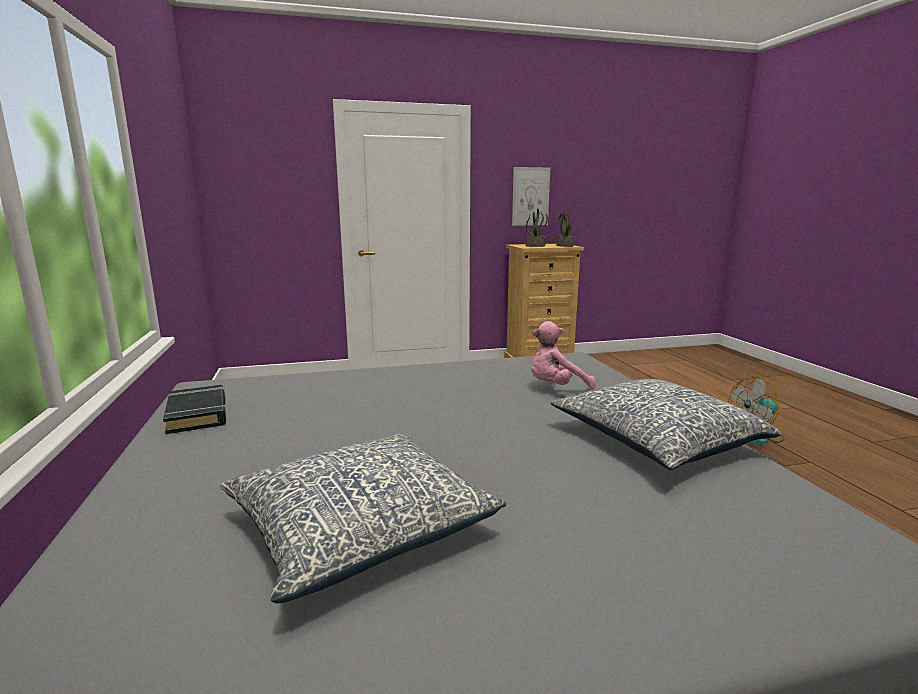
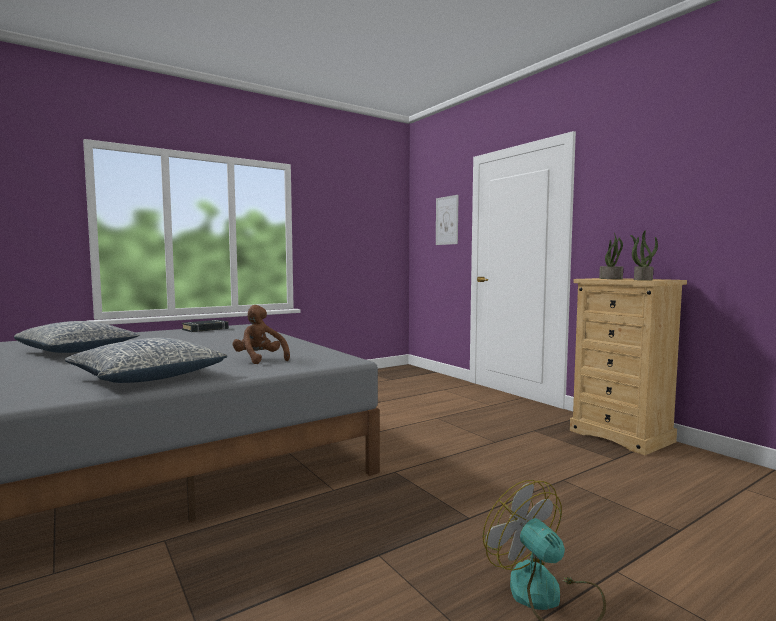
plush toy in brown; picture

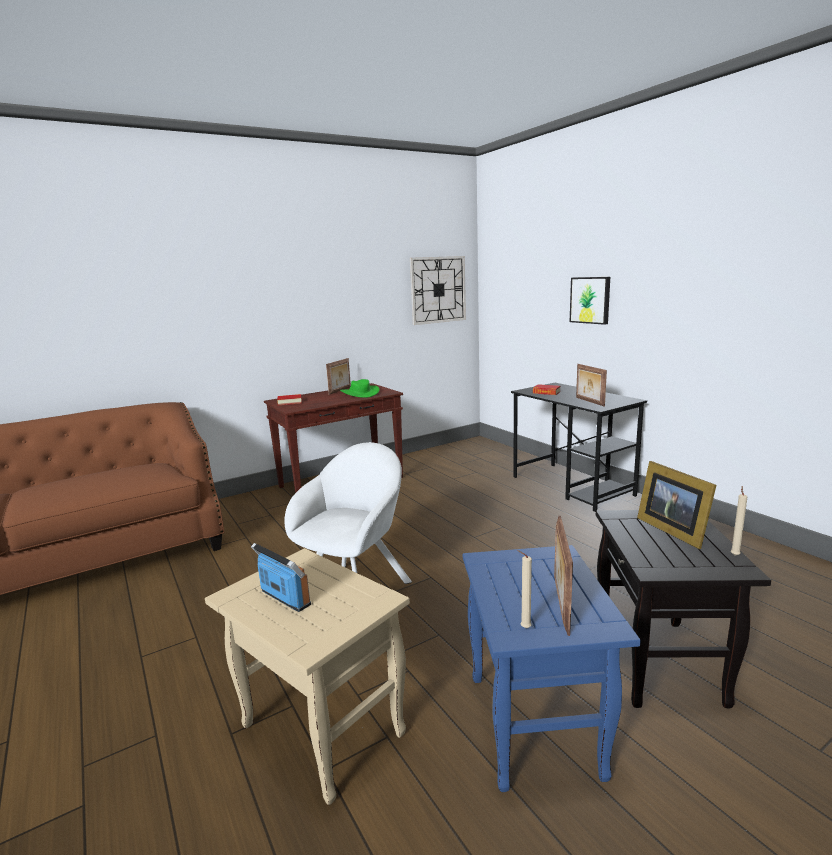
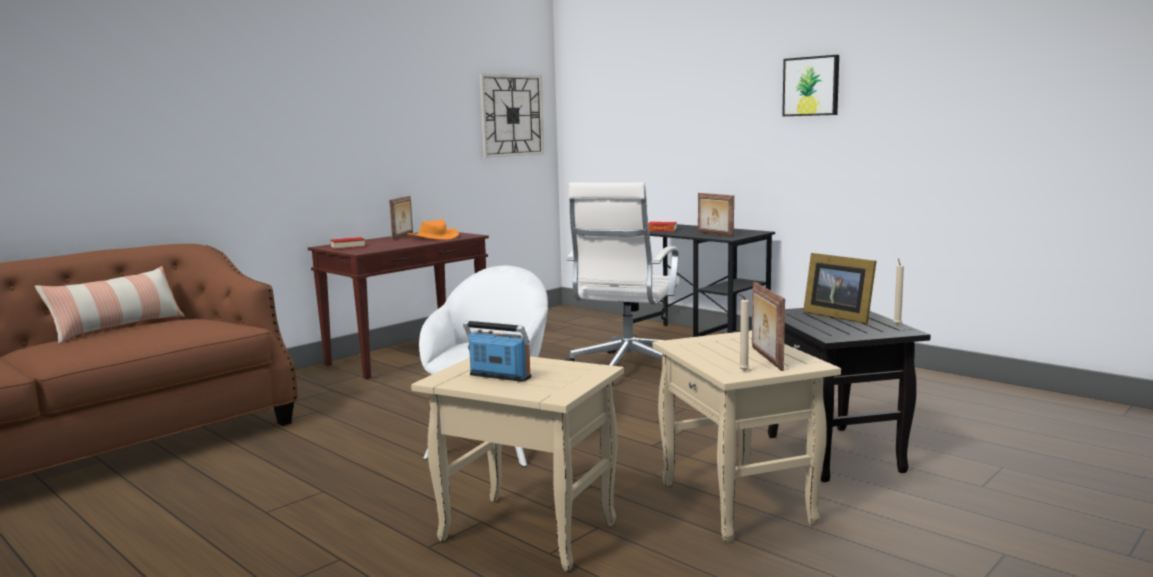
pillow; hat in orange; office chair in white; side table in beige (no. 2 from left); picture

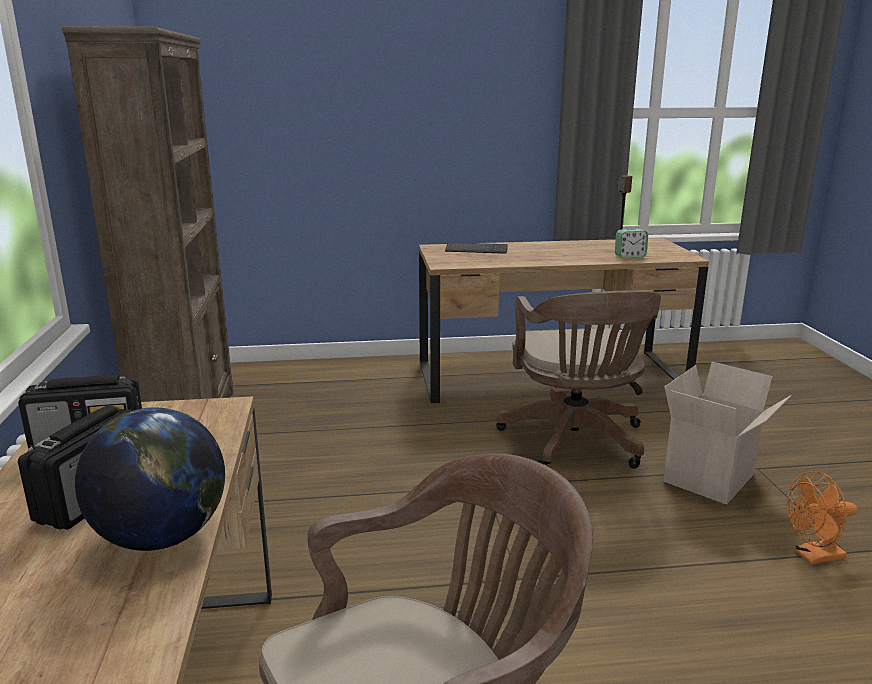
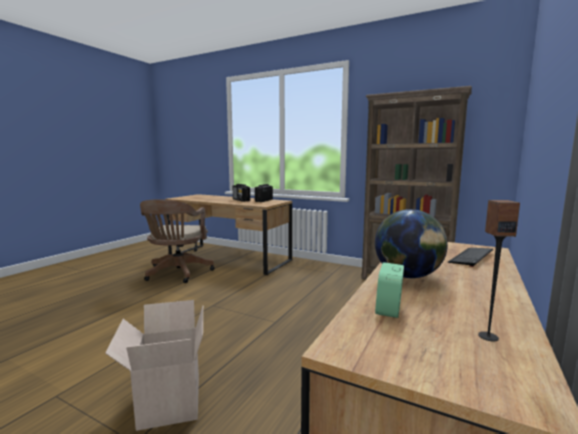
globe; office chair in brown (no. 2 from left in the first image); fan in orange

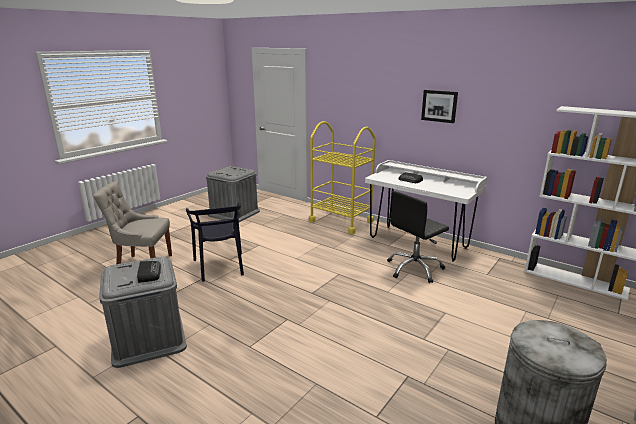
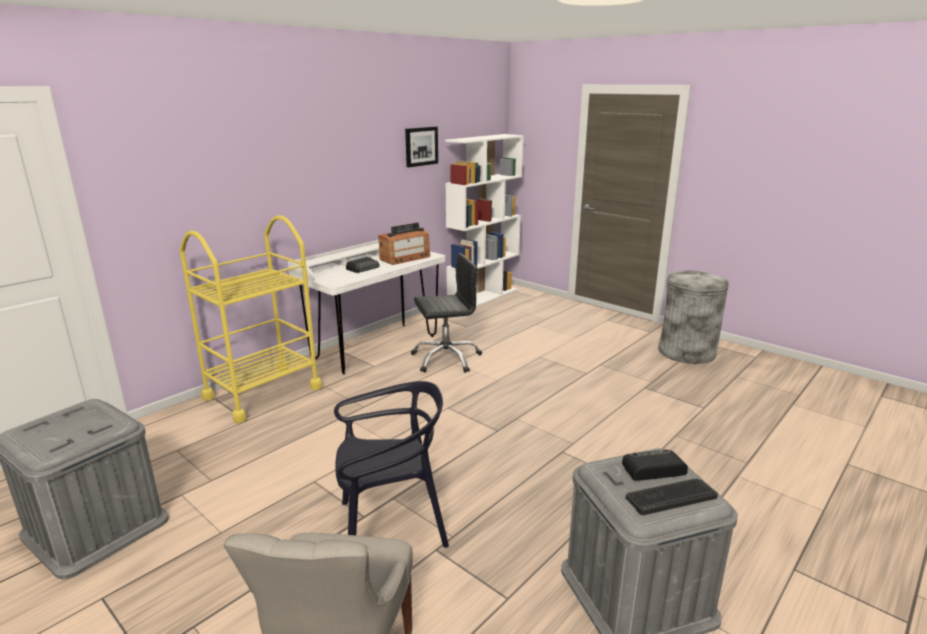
radio (no. 2 from left); picture; office chair in black; keyboard

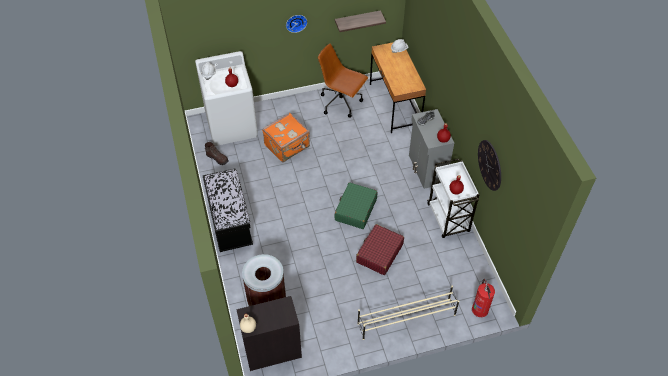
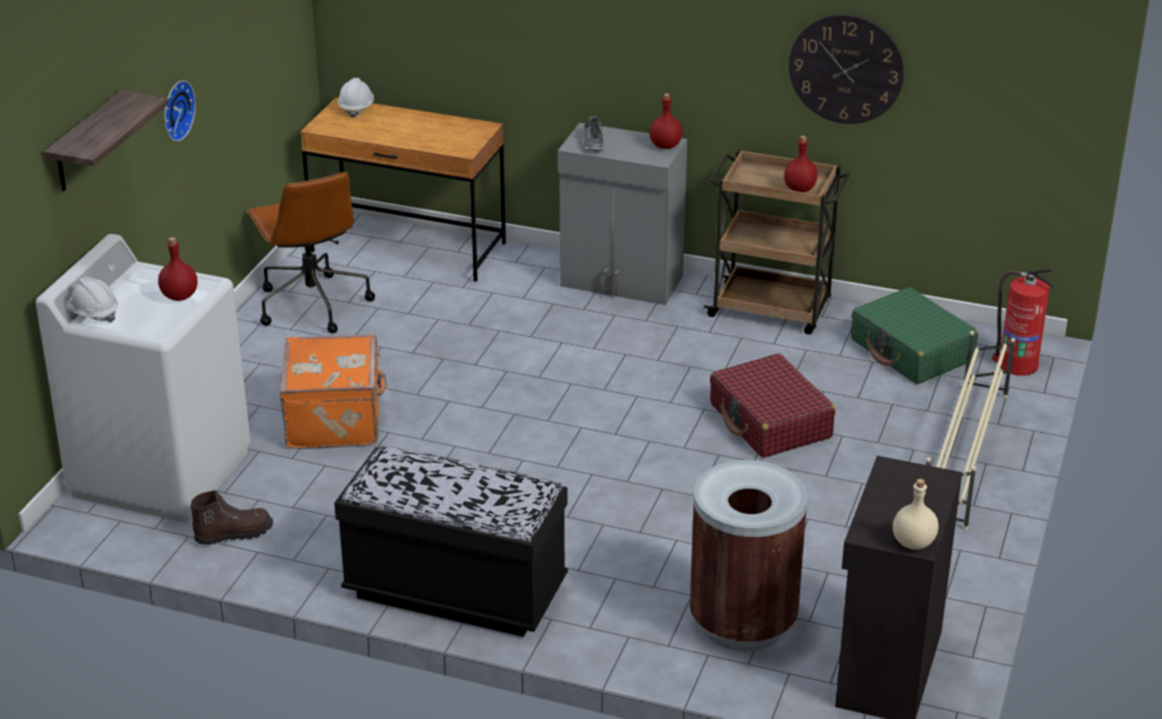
shelf; office chair in brown; cart in brown; suitcase in green

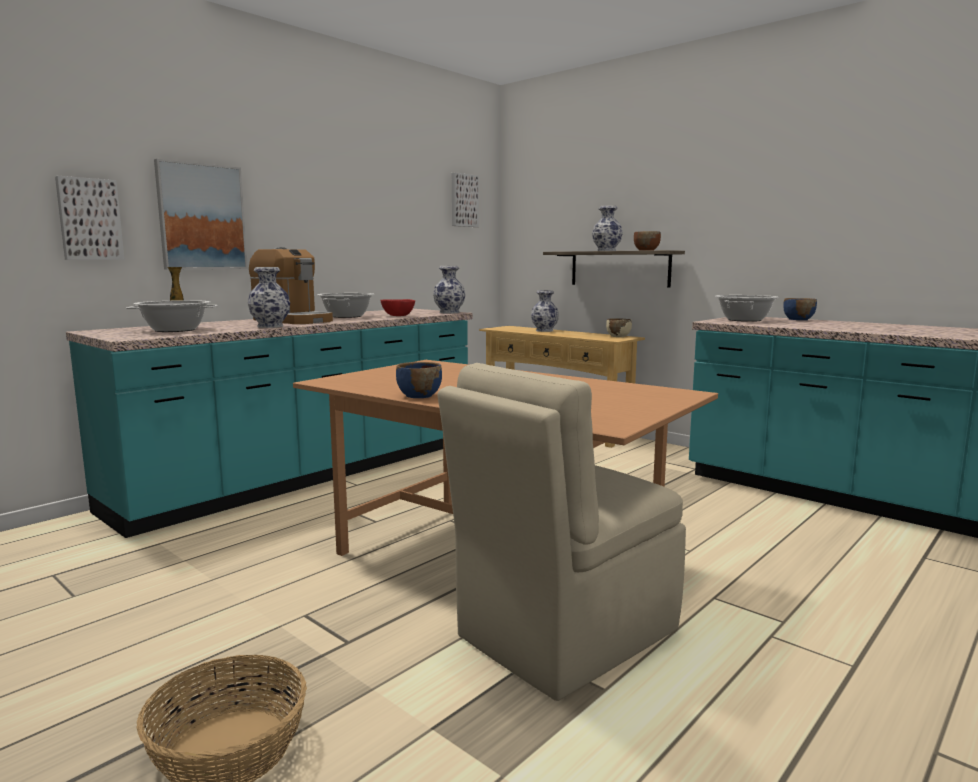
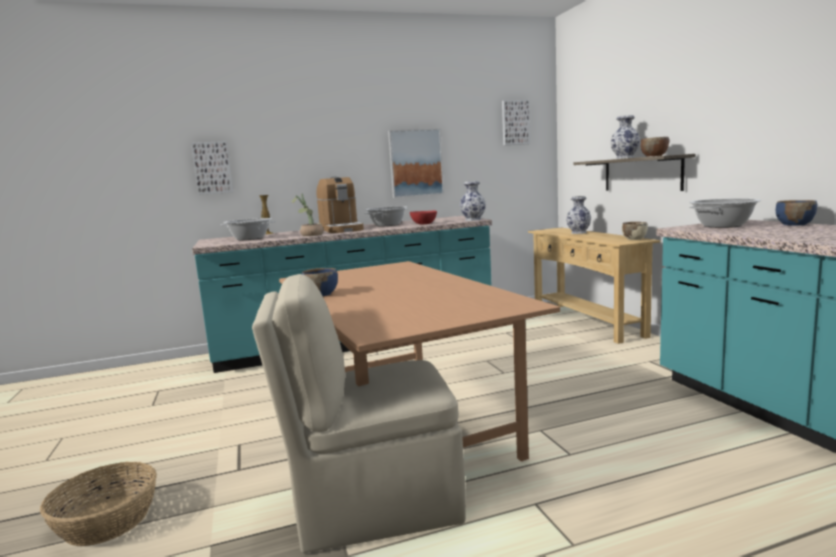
potted plant; picture (no. 2 from left)

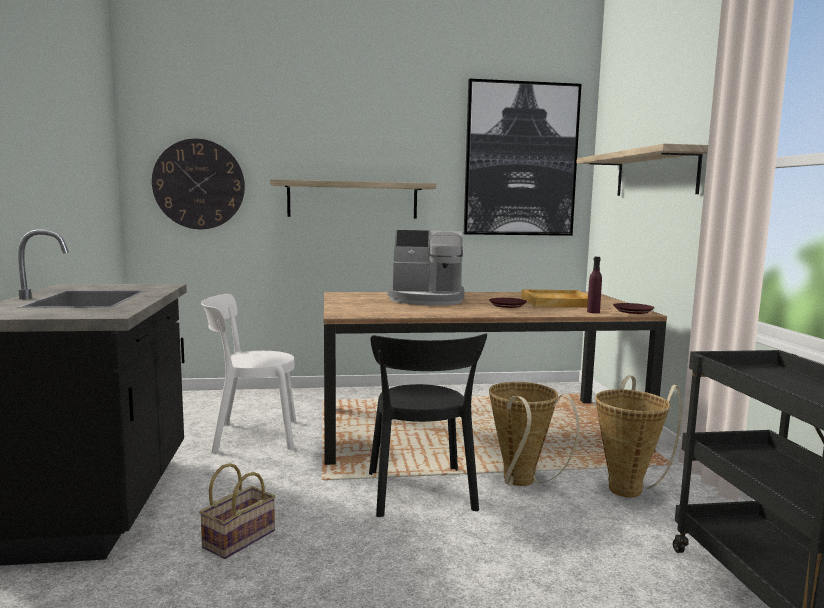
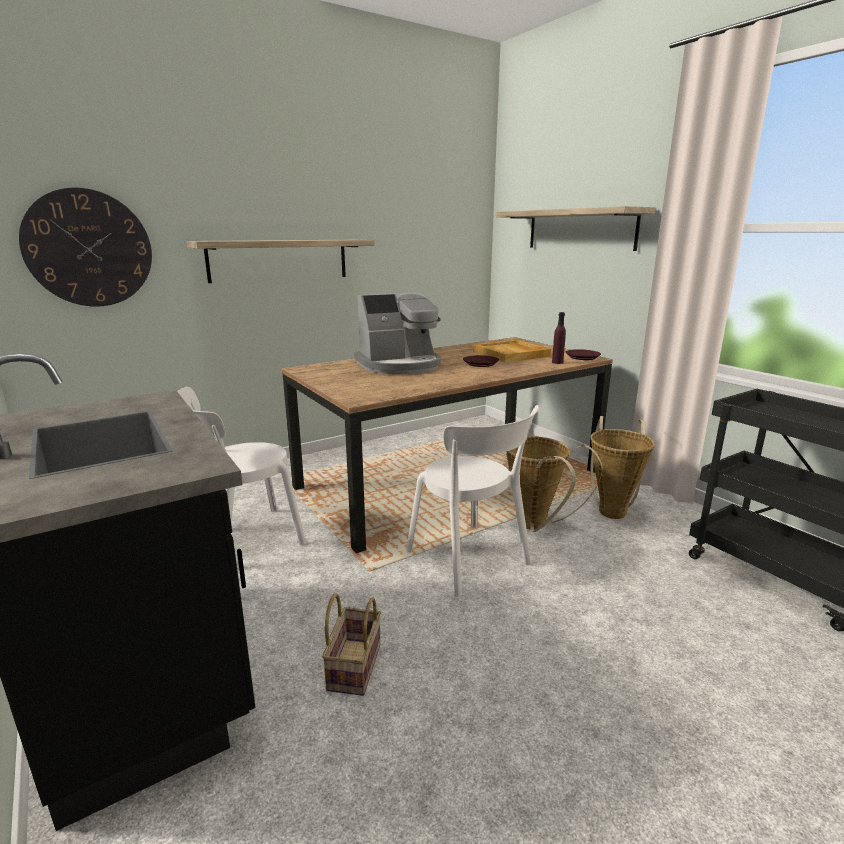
chair in white (no. 2 from left); picture

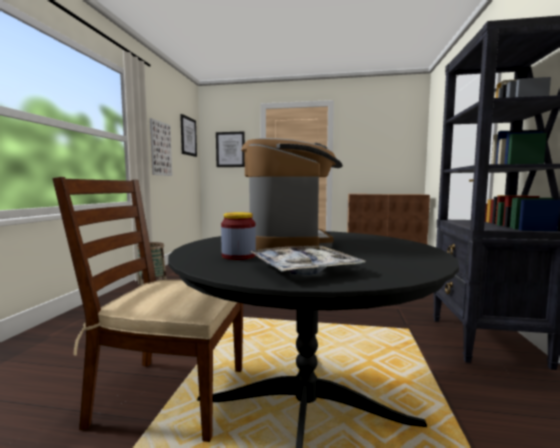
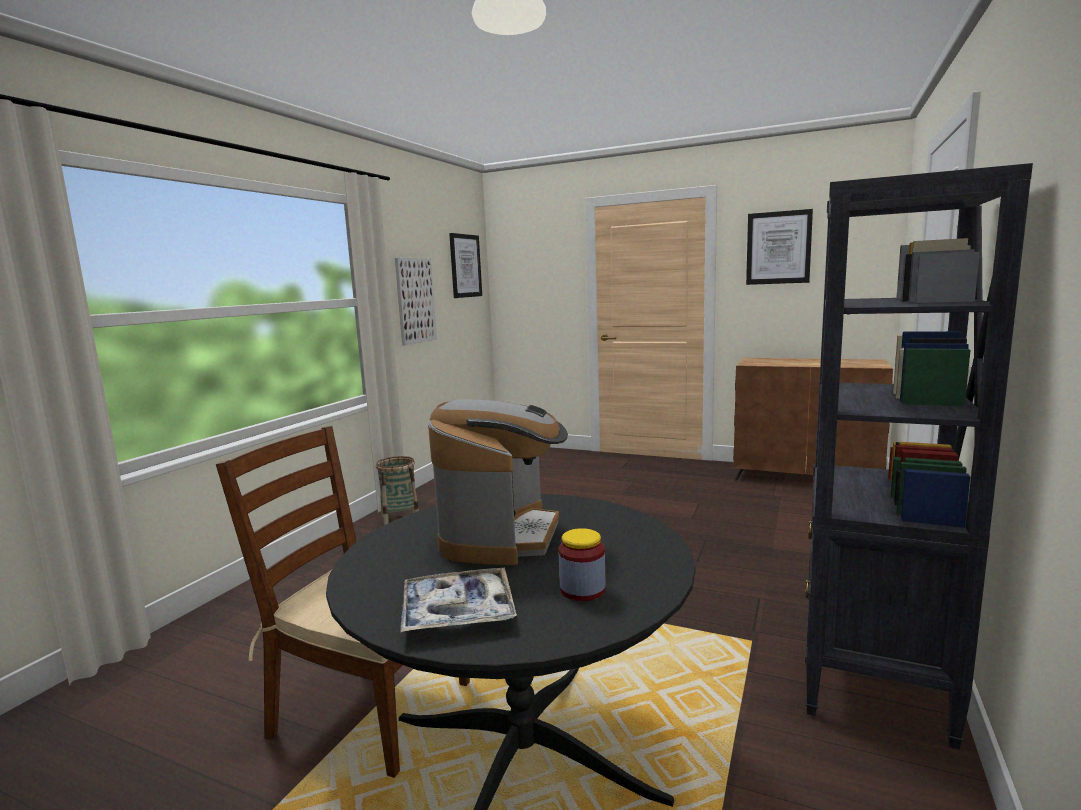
jar; picture (no. 3 from left)

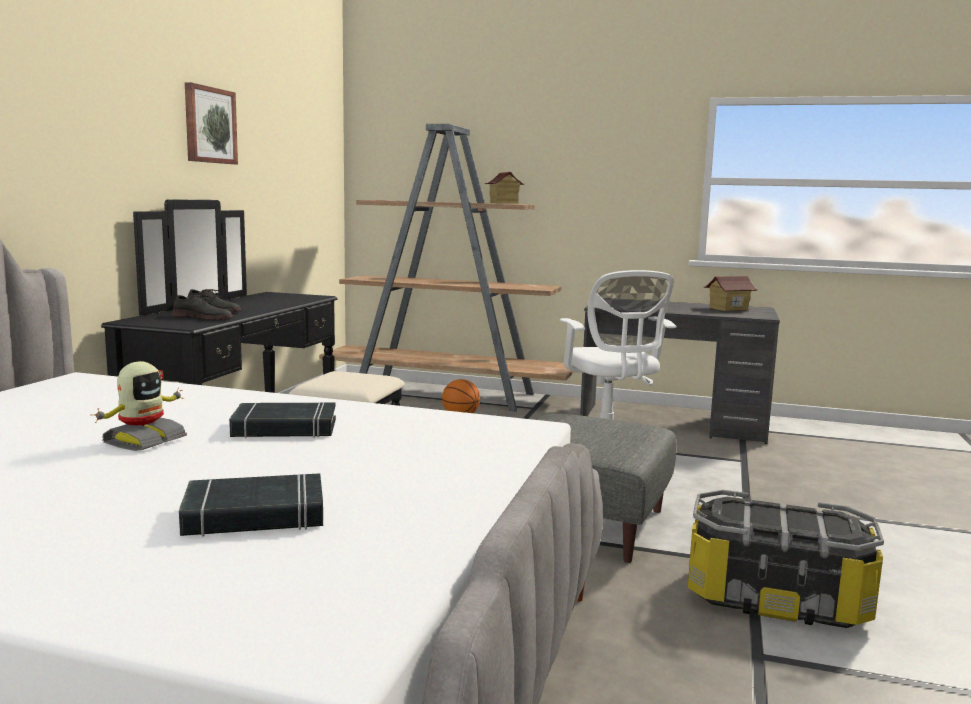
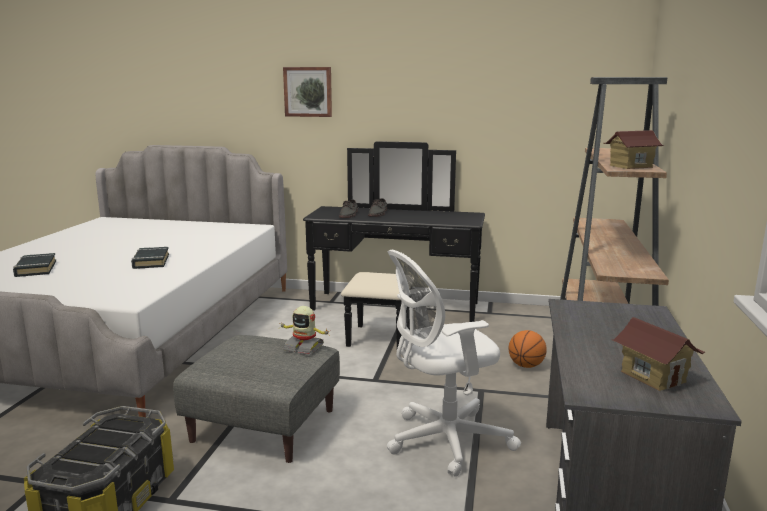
toy robot; picture

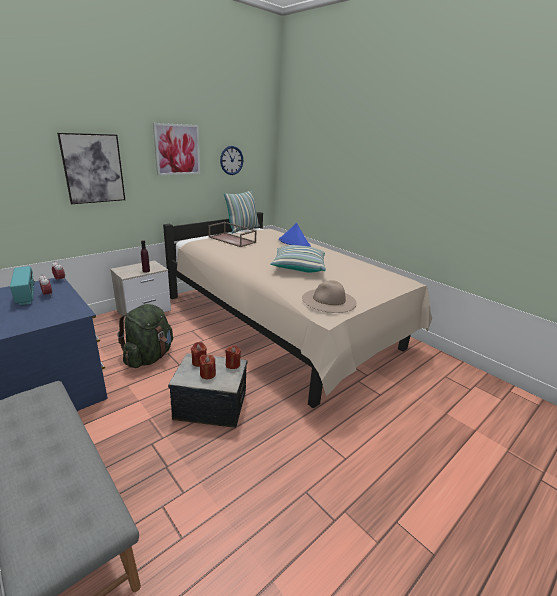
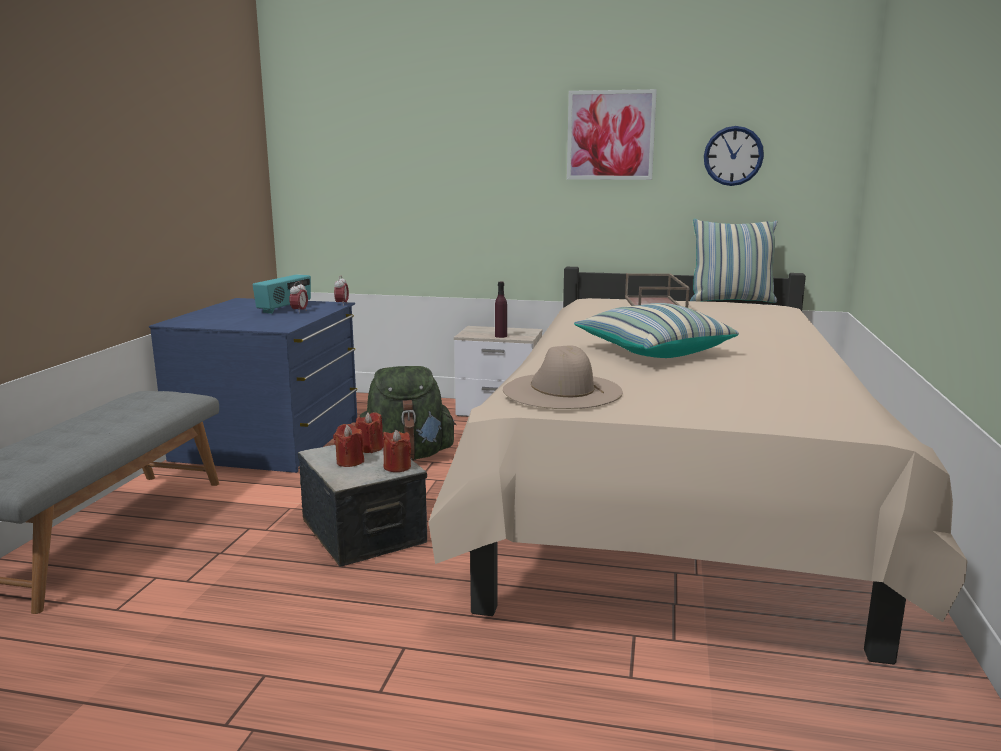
picture (no. 1 from left in the first image); hat in blue

